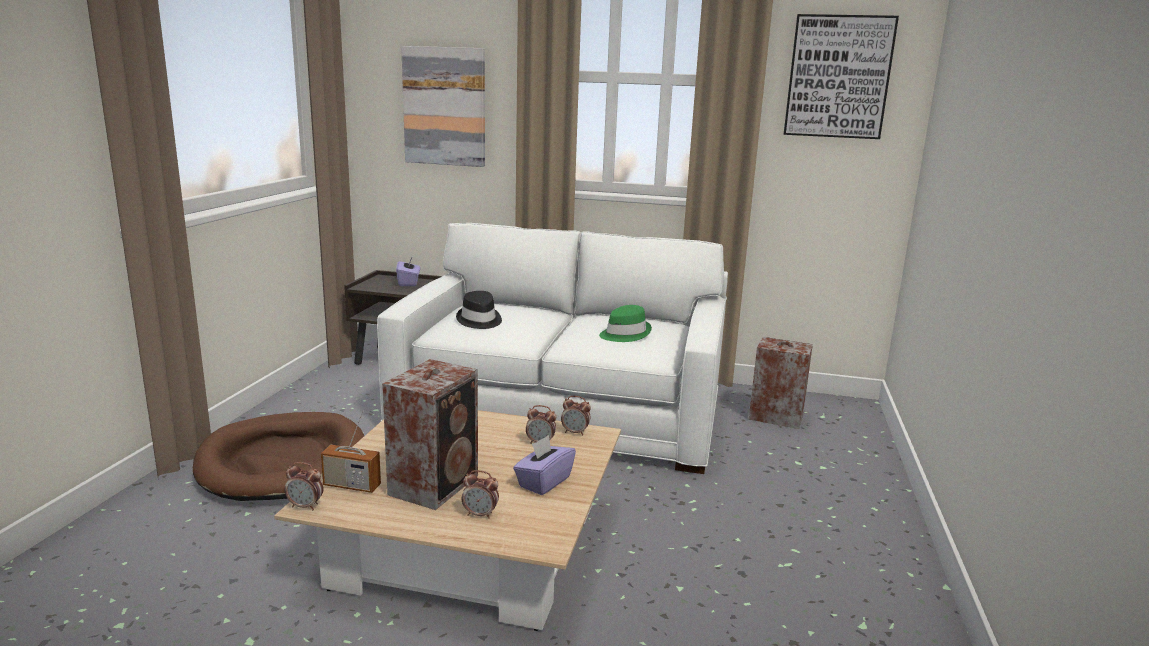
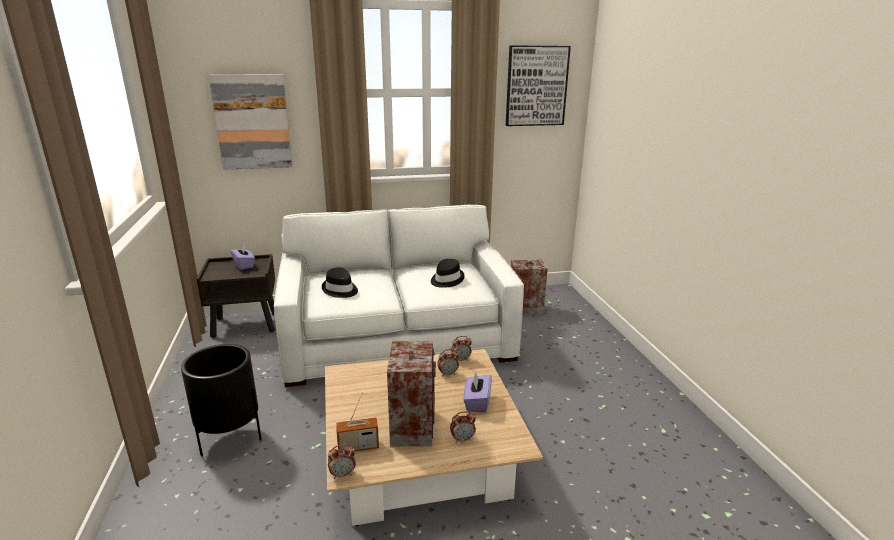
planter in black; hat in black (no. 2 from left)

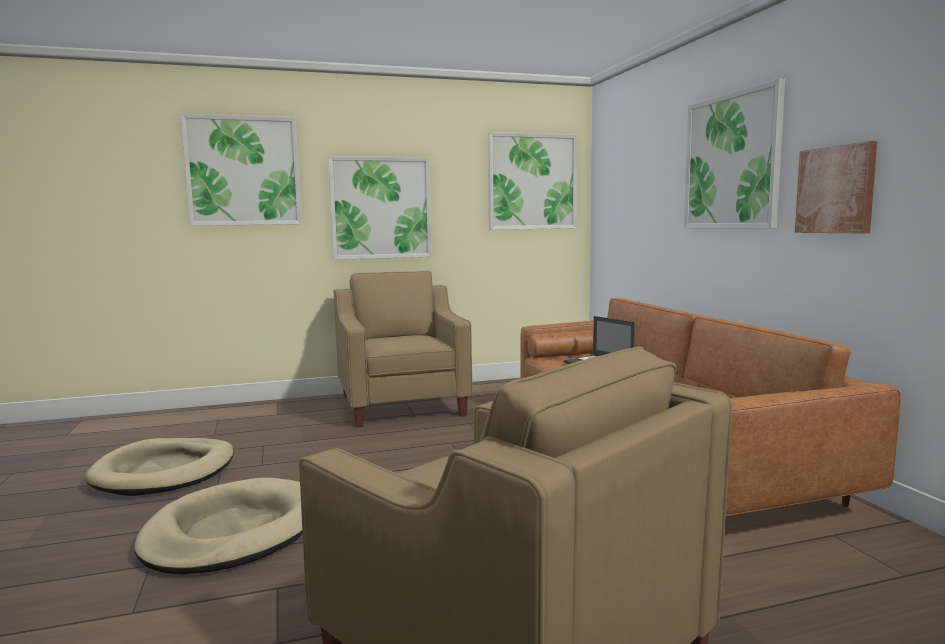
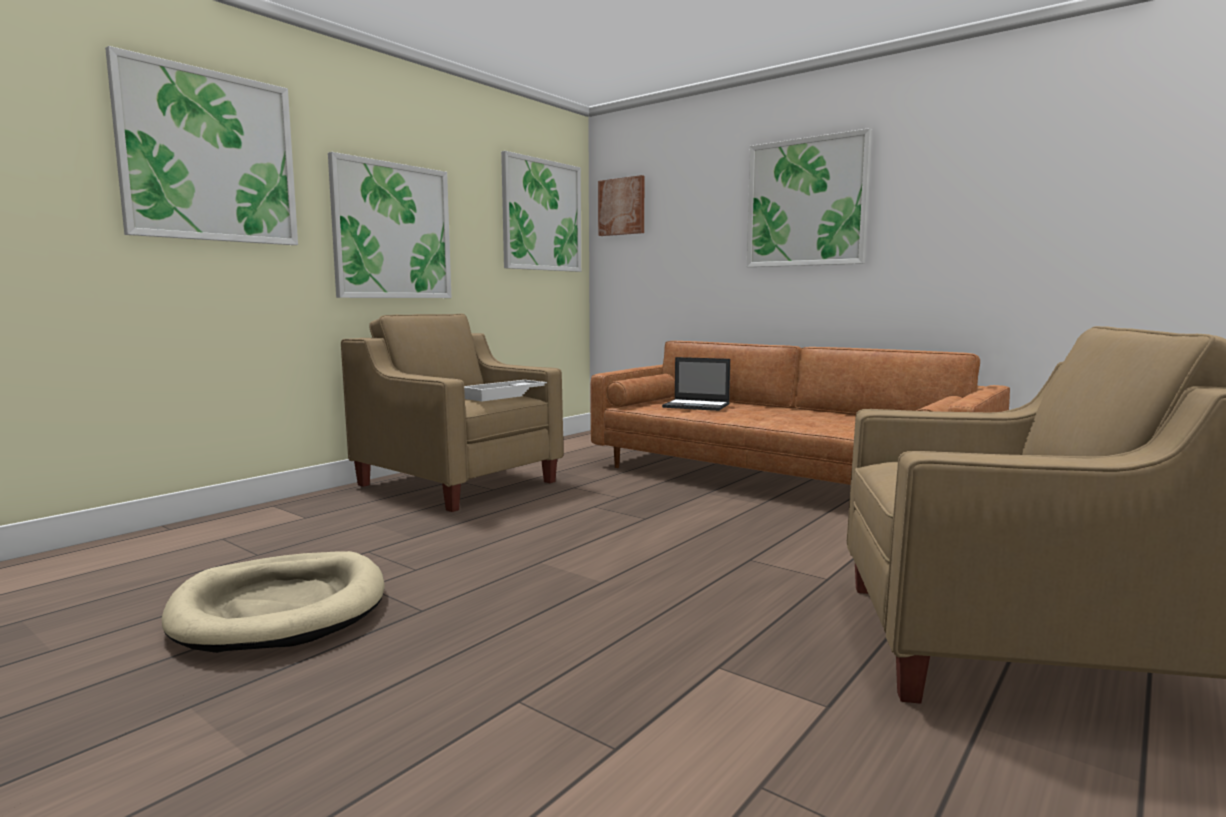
tray in white; picture (no. 4 from left); dog bed in beige (no. 2 from left in the first image)

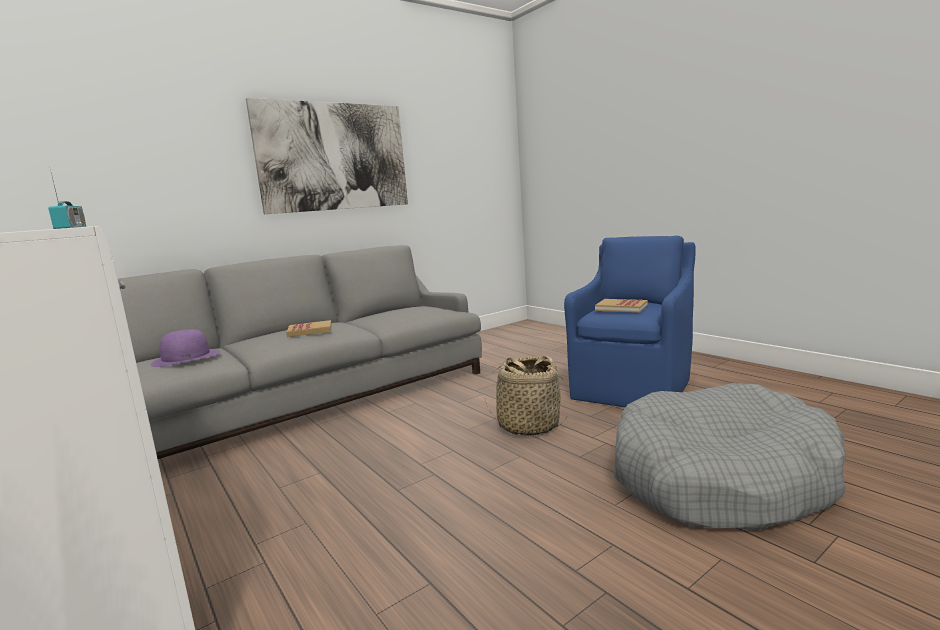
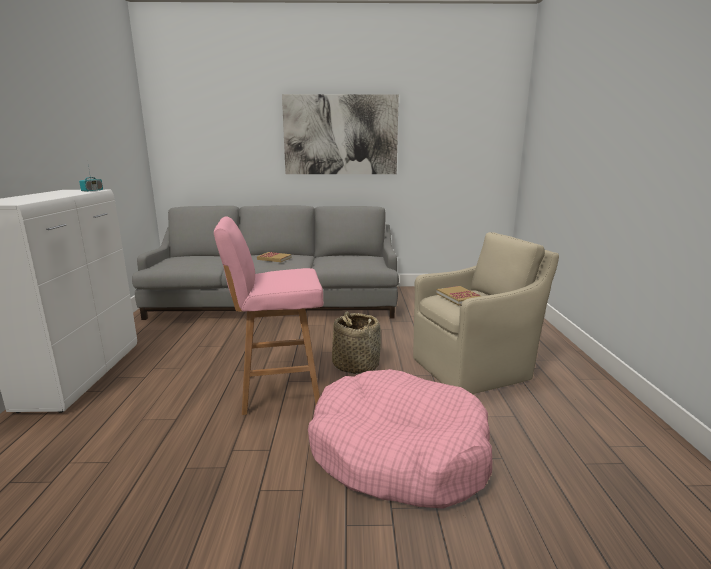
stool in pink; dog bed in pink; armchair in beige; hat in purple

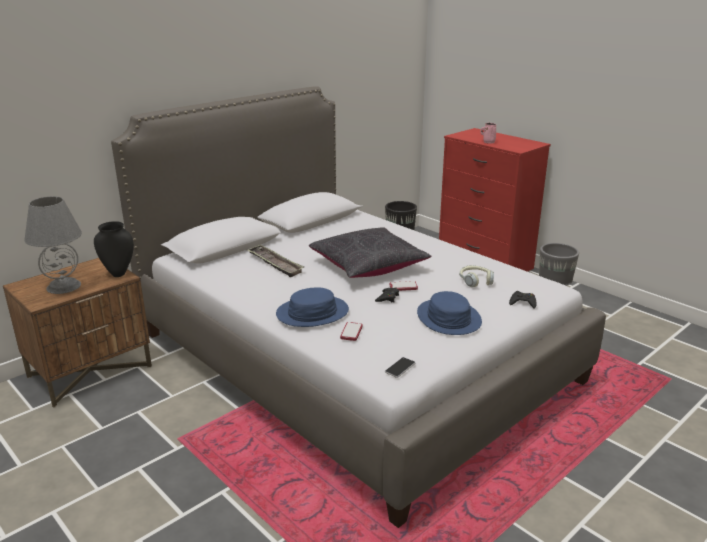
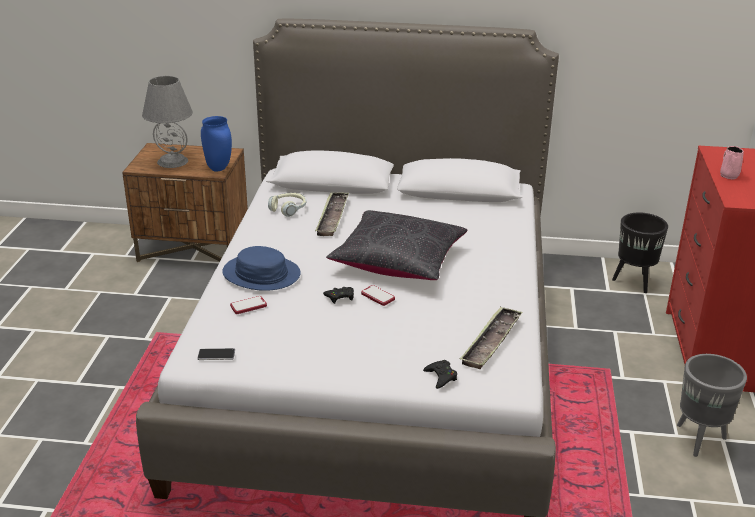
vase in blue; headphones; tray (no. 2 from left); hat in blue (no. 2 from left in the first image)

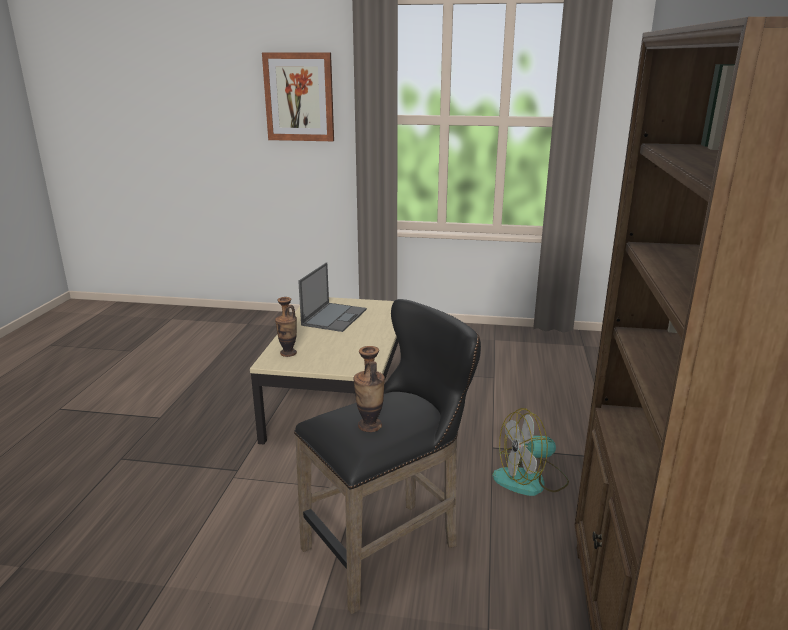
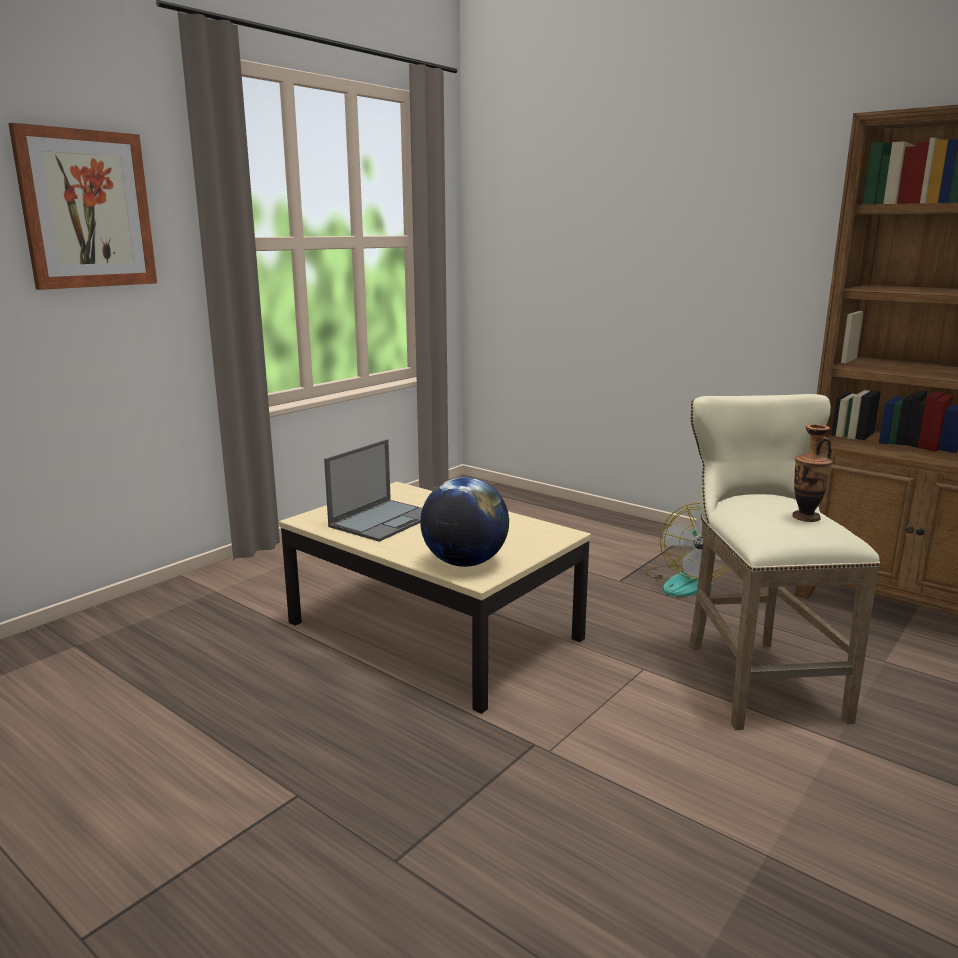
laptop; globe; stool in beige

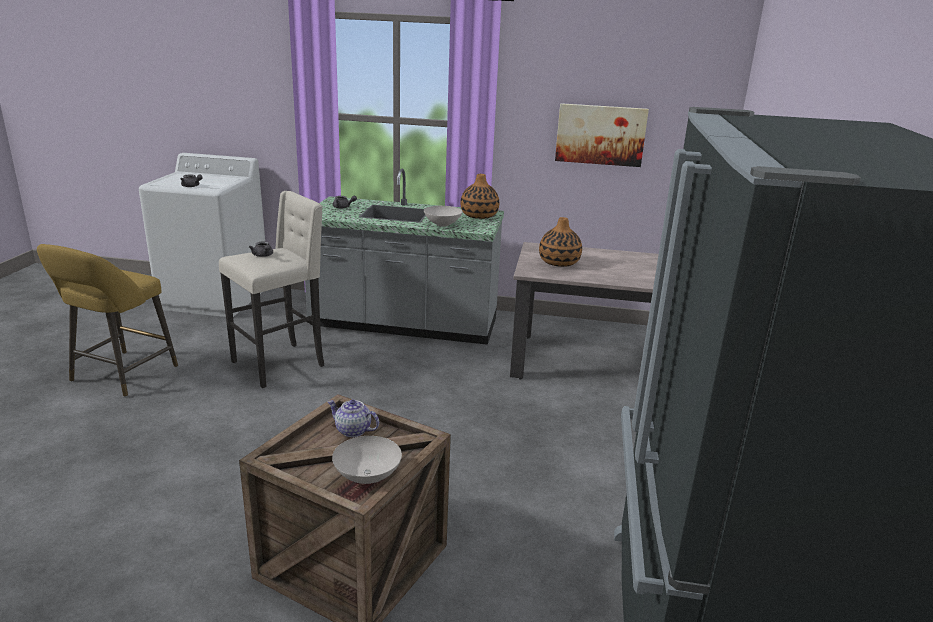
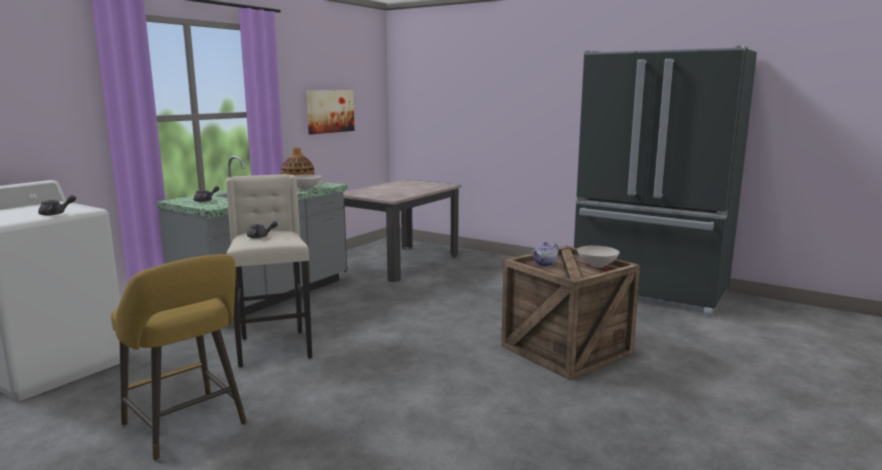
vase (no. 2 from left in the first image)

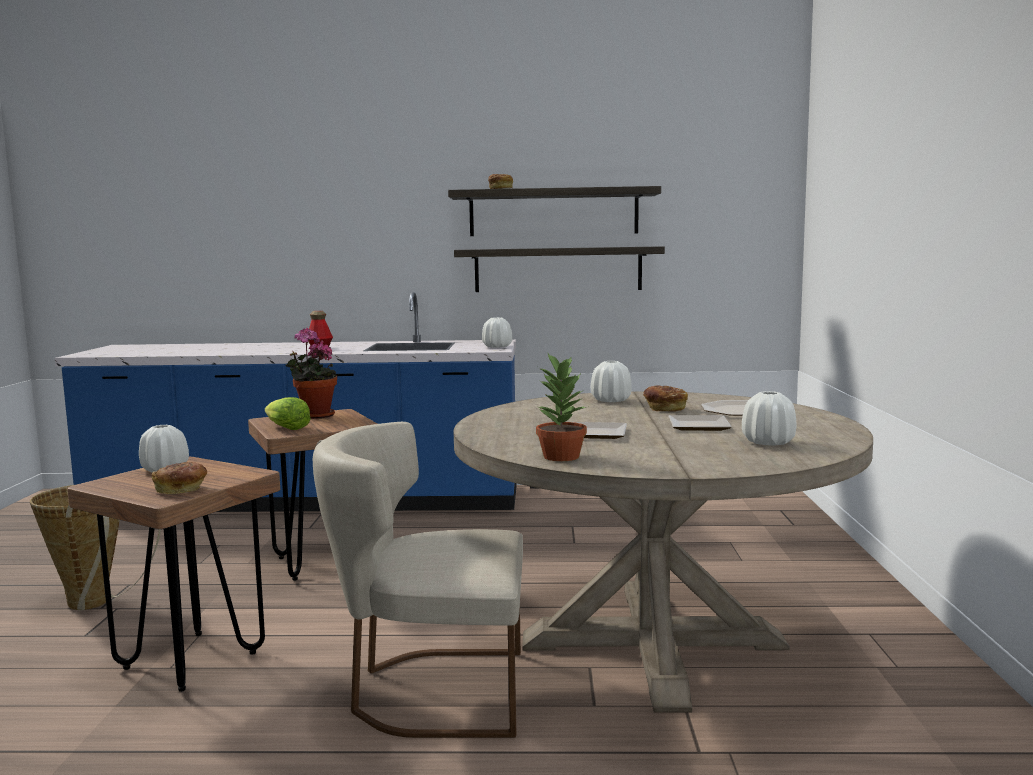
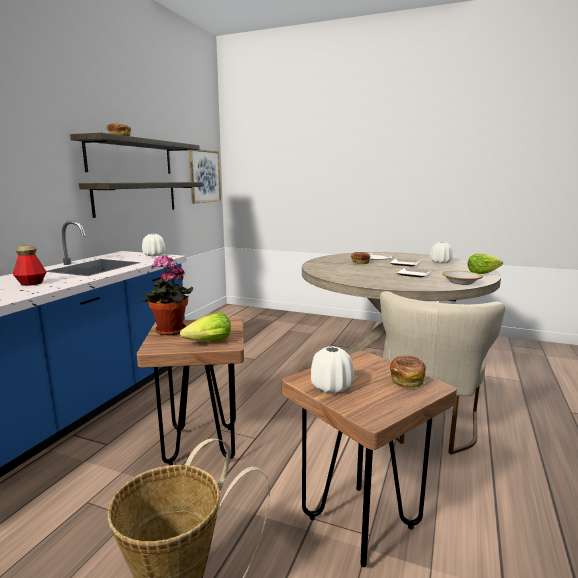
picture; bowl; lettuce (no. 2 from left); vase in white (no. 3 from left in the first image)

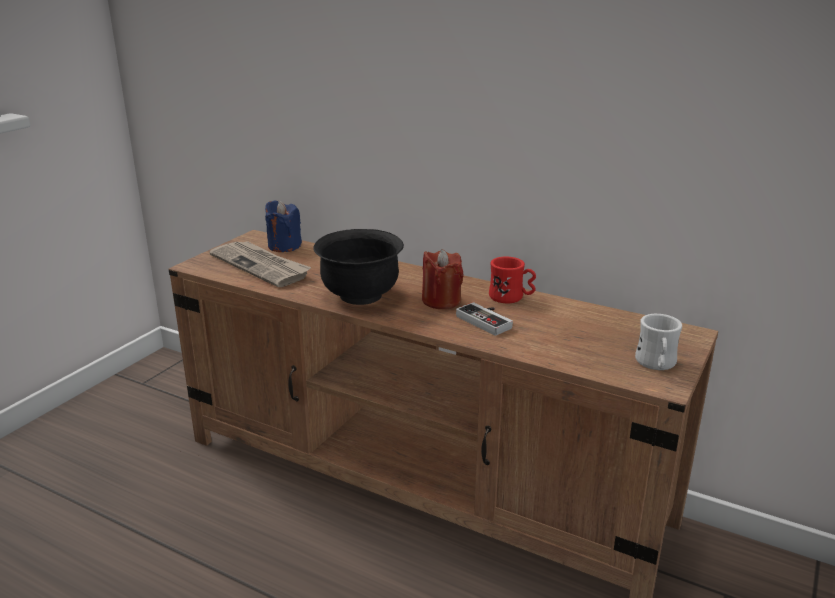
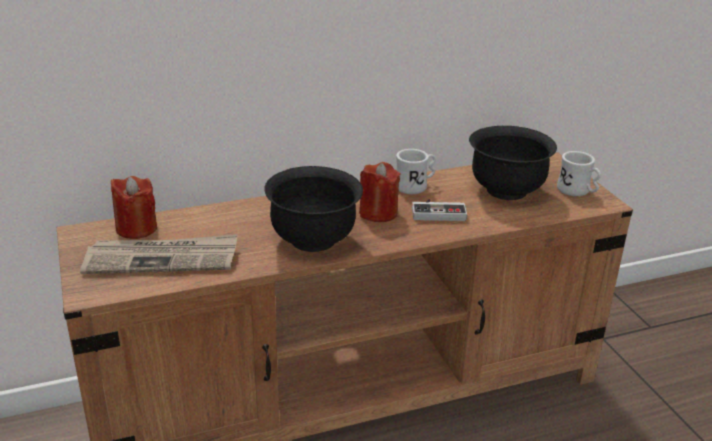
candle in red (no. 1 from left); mug in white (no. 1 from left); bowl in black (no. 2 from left)

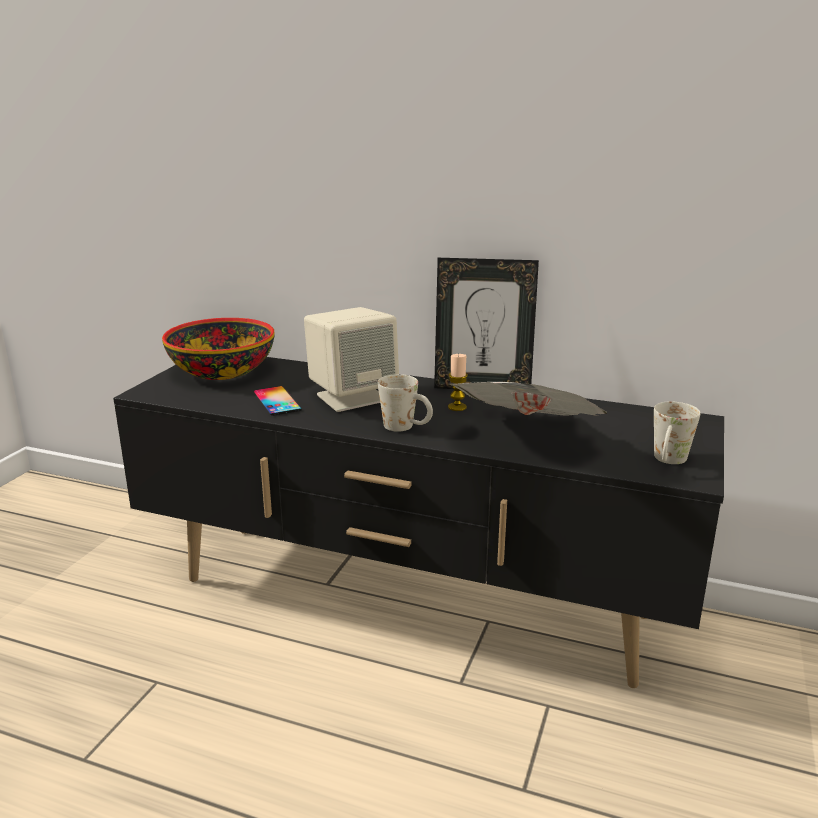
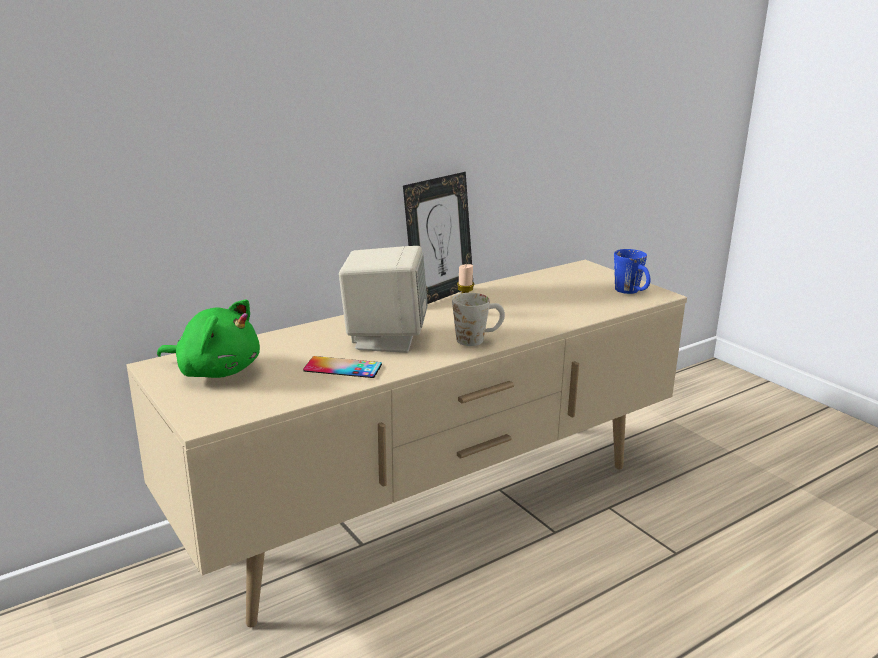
tv stand in beige; plush toy in green; mug in blue; newspaper

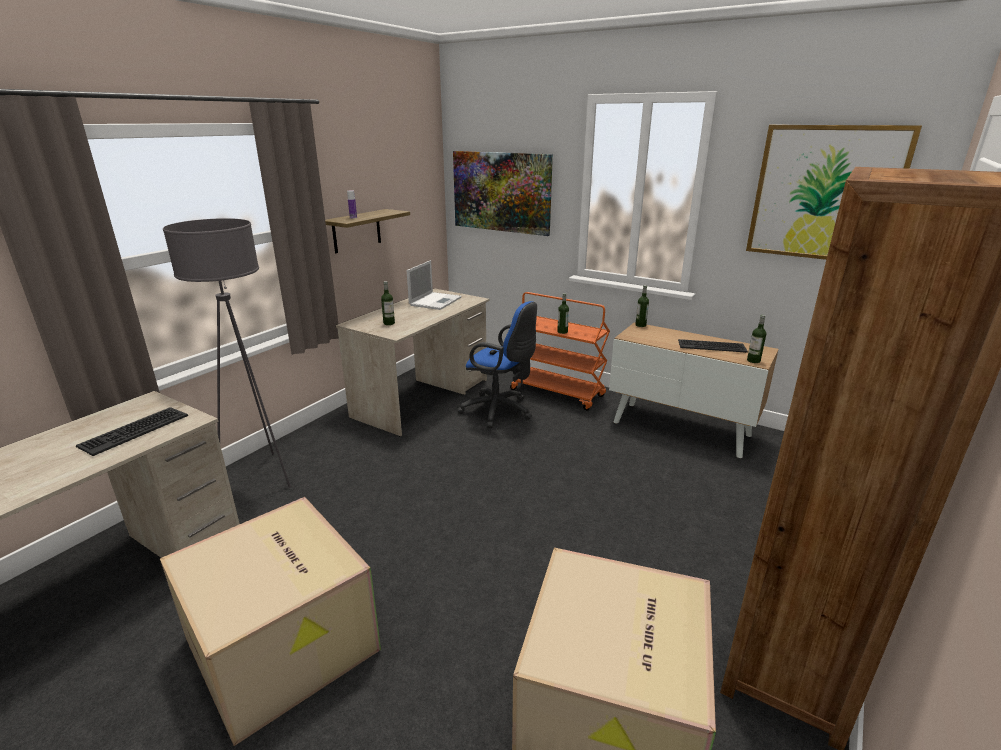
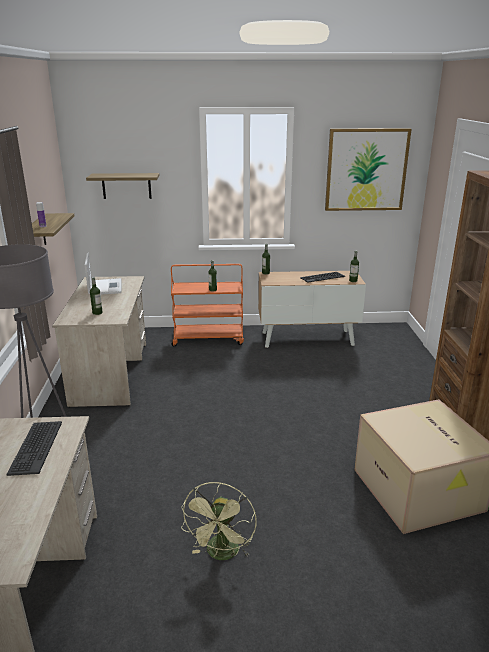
shelf (no. 2 from left); fan in green; office chair in blue

